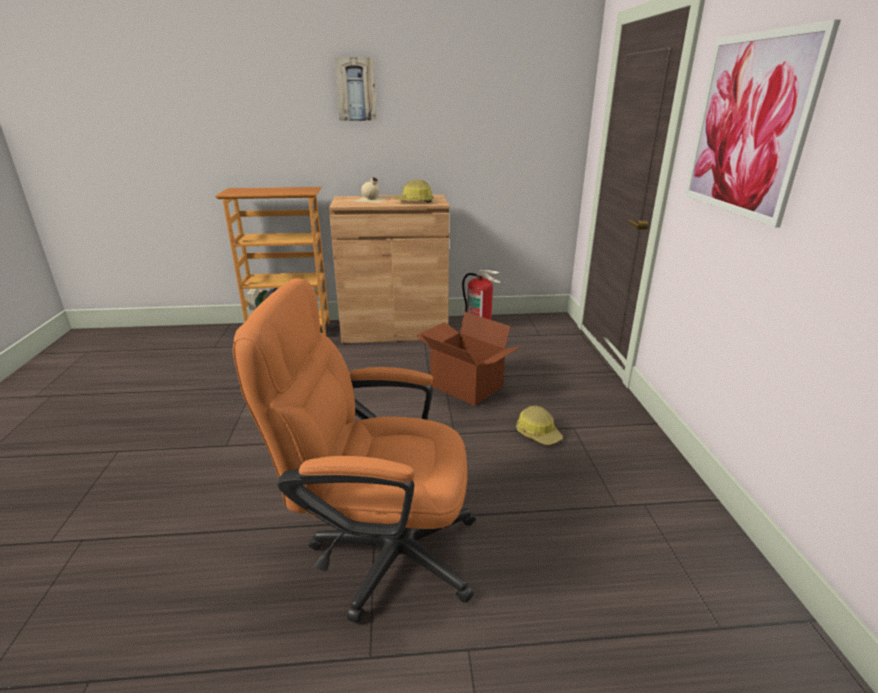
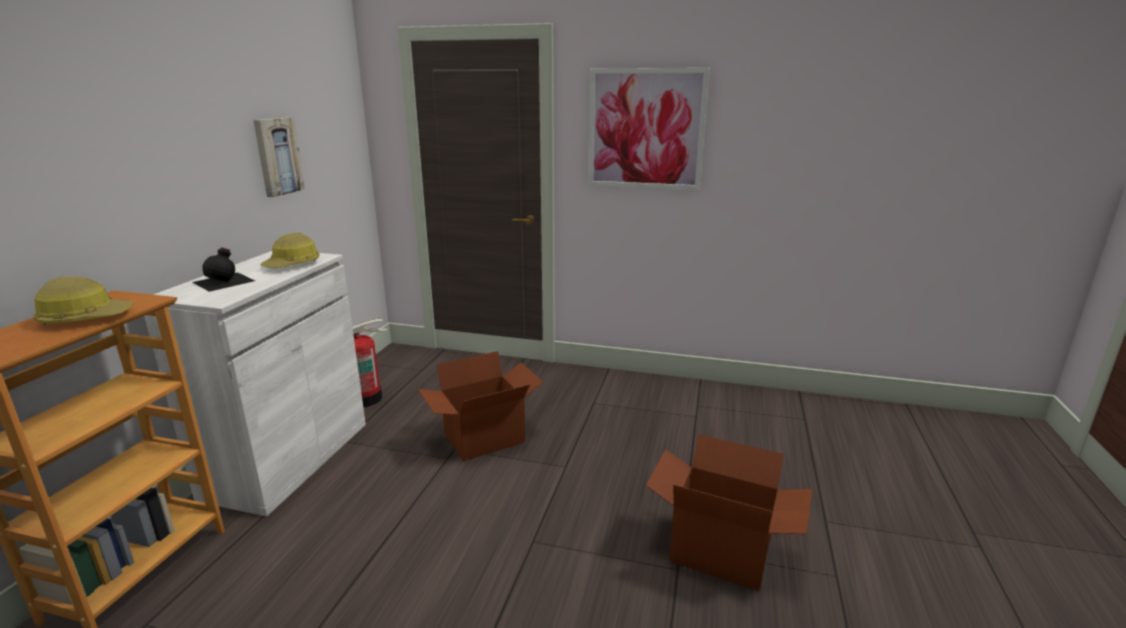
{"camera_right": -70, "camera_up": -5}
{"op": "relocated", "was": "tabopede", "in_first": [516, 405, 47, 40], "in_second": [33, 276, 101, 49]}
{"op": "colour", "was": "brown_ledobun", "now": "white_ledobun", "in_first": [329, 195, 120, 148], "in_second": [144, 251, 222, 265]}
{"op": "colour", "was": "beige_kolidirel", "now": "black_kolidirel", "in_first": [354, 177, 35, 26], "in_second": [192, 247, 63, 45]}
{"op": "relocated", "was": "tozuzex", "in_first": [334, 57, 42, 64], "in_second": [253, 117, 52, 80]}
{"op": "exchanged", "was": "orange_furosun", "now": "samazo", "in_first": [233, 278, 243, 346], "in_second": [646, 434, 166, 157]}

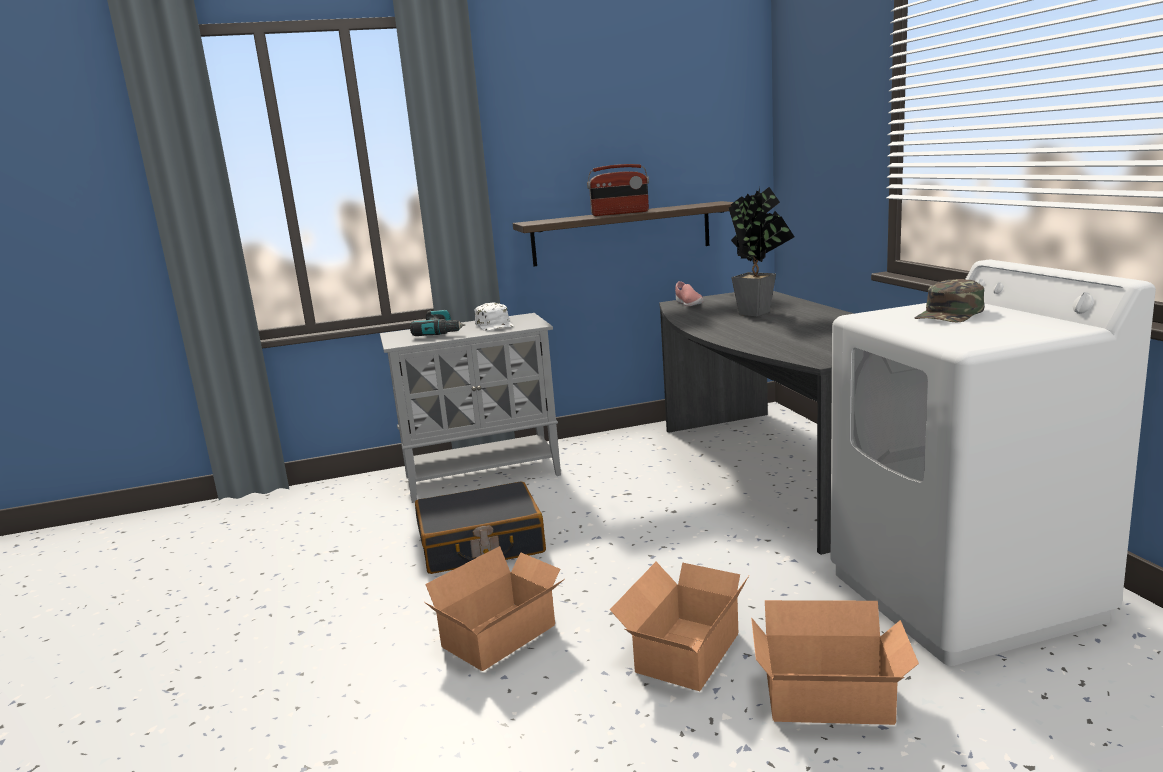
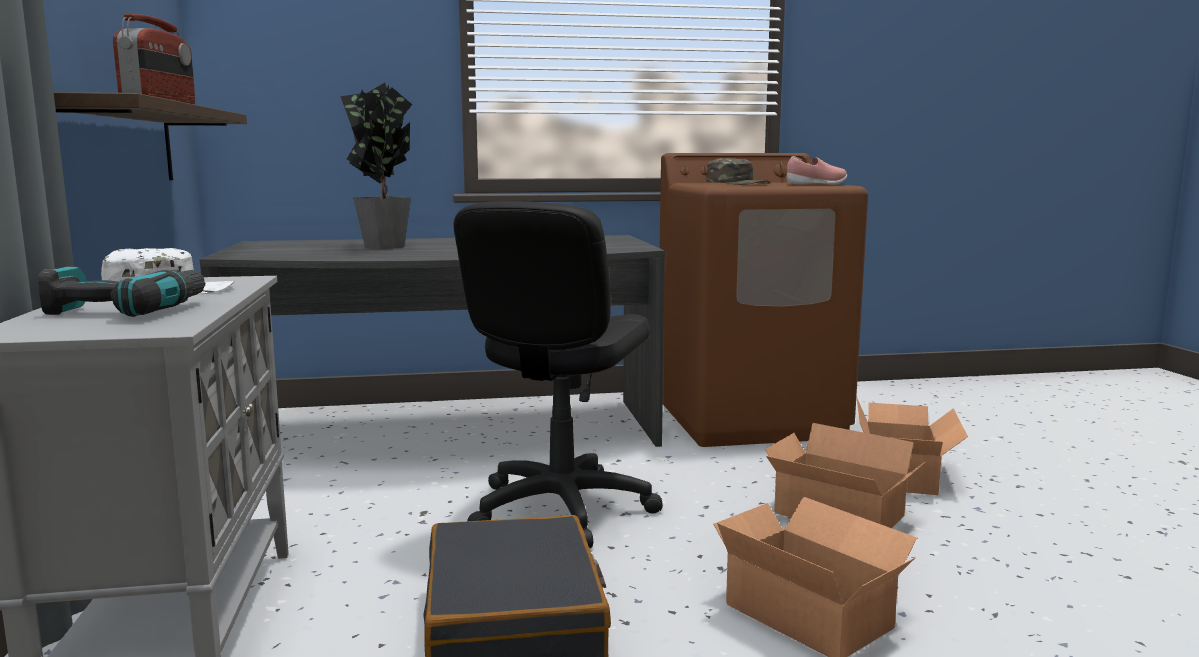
{"camera_right": -85, "camera_up": -5}
{"op": "appeared", "now": "black_furosun", "in_second": [453, 201, 210, 347]}
{"op": "colour", "was": "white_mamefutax", "now": "brown_mamefutax", "in_first": [831, 259, 325, 407], "in_second": [660, 153, 208, 294]}
{"op": "relocated", "was": "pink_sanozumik", "in_first": [675, 281, 28, 25], "in_second": [787, 156, 60, 29]}

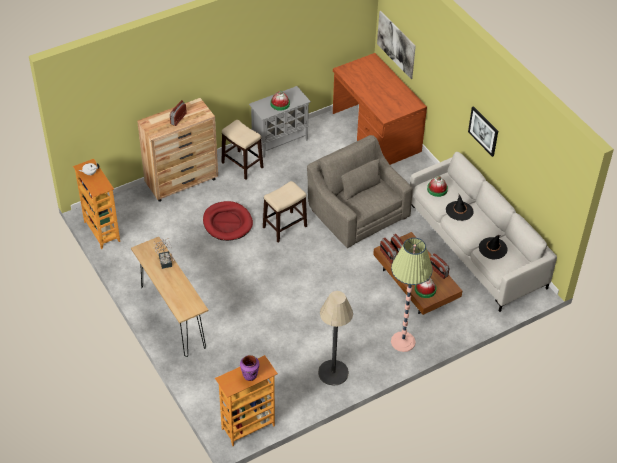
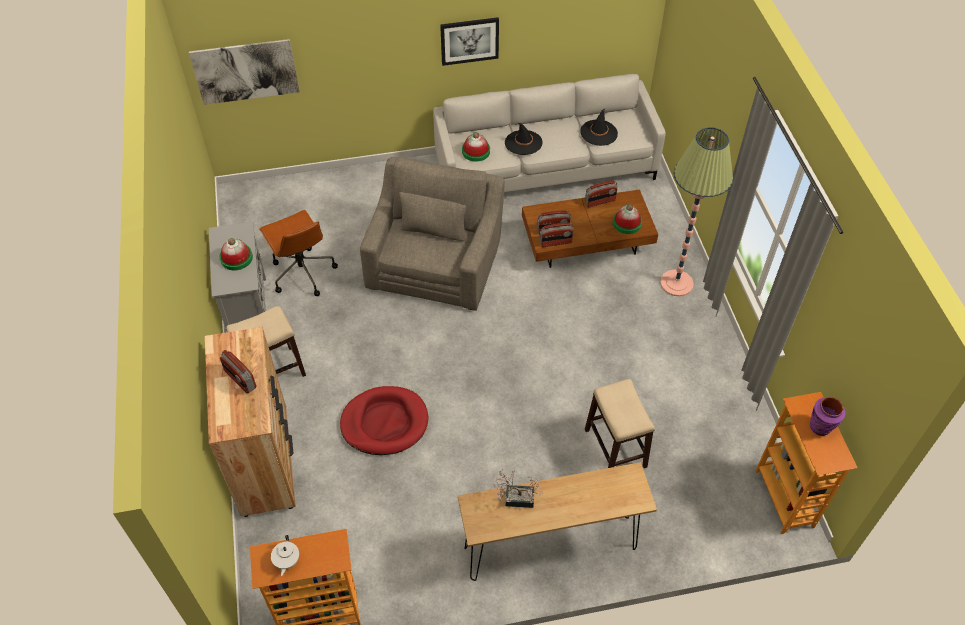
{"camera_right": -70, "camera_up": 5}
{"op": "appeared", "now": "brown_furosun", "in_second": [259, 210, 79, 86]}
{"op": "spun", "was": "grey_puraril", "in_first": [307, 135, 106, 113], "in_second": [360, 157, 145, 154], "clockwise": 120}
{"op": "relocated", "was": "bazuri", "in_first": [263, 181, 44, 61], "in_second": [585, 379, 70, 89]}
{"op": "missing", "was": "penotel", "in_first": [318, 291, 35, 95]}
{"op": "missing", "was": "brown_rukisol", "in_first": [333, 53, 94, 112]}

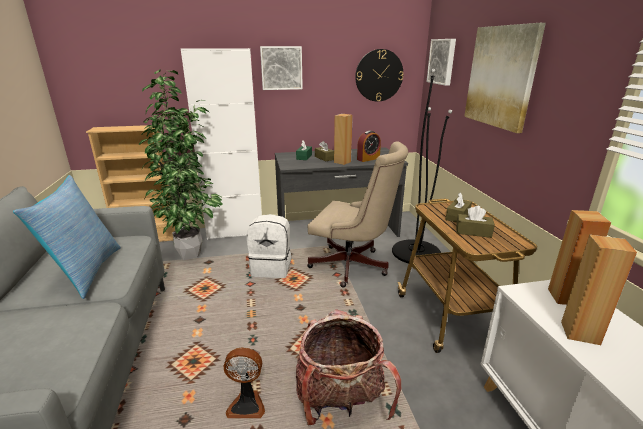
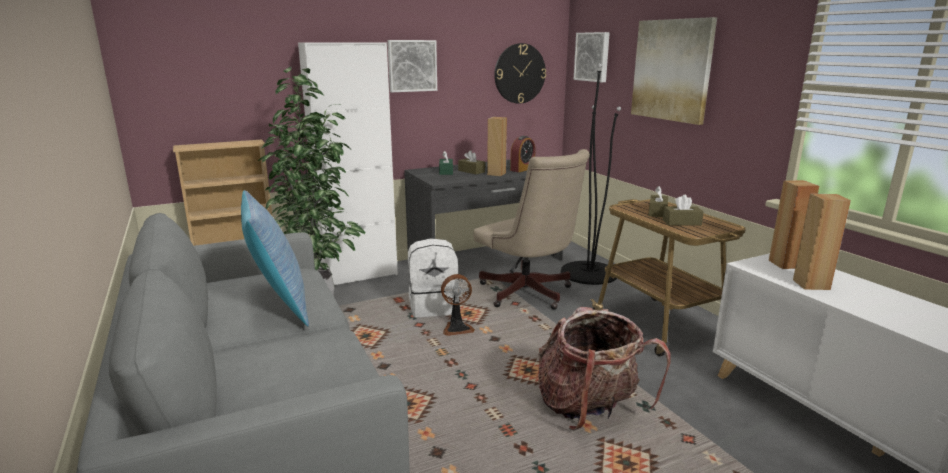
{"camera_right": -15, "camera_up": -5}
{"op": "relocated", "was": "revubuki", "in_first": [223, 348, 42, 70], "in_second": [441, 274, 34, 62]}
{"op": "spun", "was": "beige_furosun", "in_first": [307, 141, 101, 147], "in_second": [473, 149, 117, 161], "clockwise": 45}

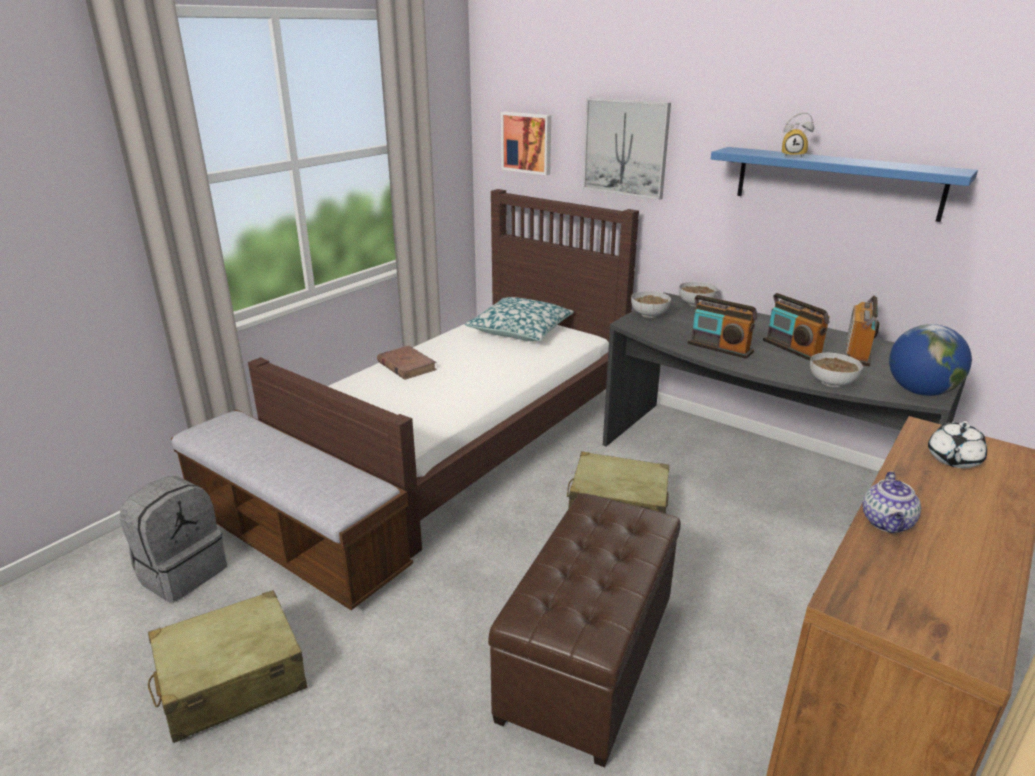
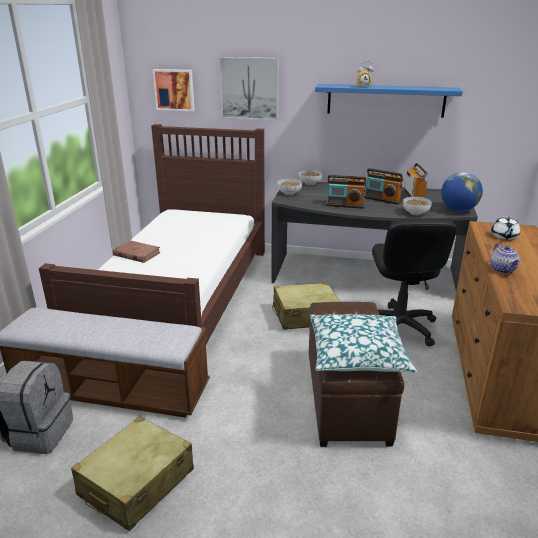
{"camera_right": -25, "camera_up": 0}
{"op": "relocated", "was": "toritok", "in_first": [465, 297, 109, 44], "in_second": [310, 314, 107, 59]}
{"op": "appeared", "now": "black_furosun", "in_second": [372, 219, 85, 127]}

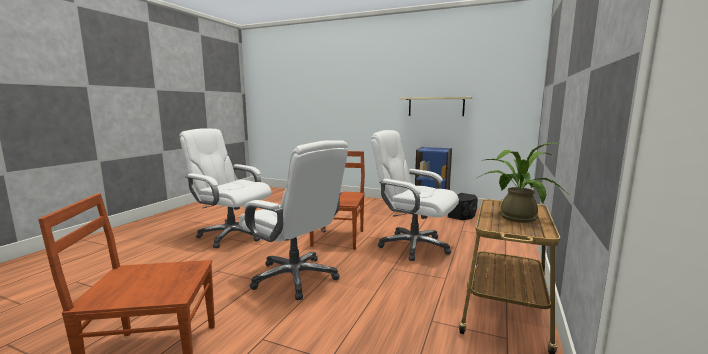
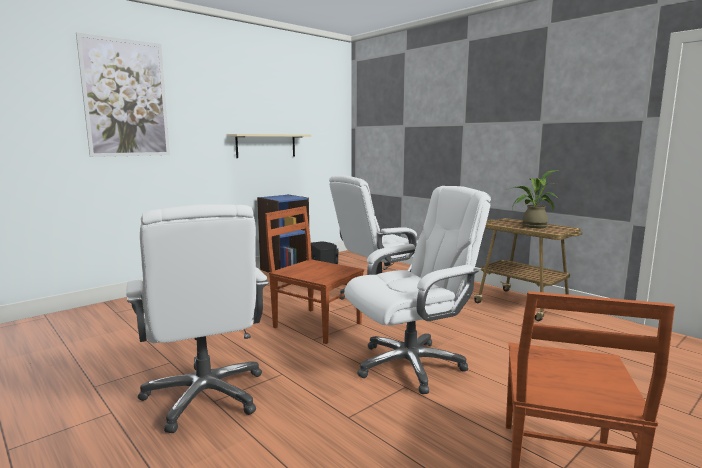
{"camera_right": -65, "camera_up": 0}
{"op": "appeared", "now": "tozuzex", "in_second": [76, 32, 94, 125]}
{"op": "spun", "was": "white_furosun", "in_first": [179, 128, 93, 120], "in_second": [126, 204, 143, 229], "clockwise": -75}

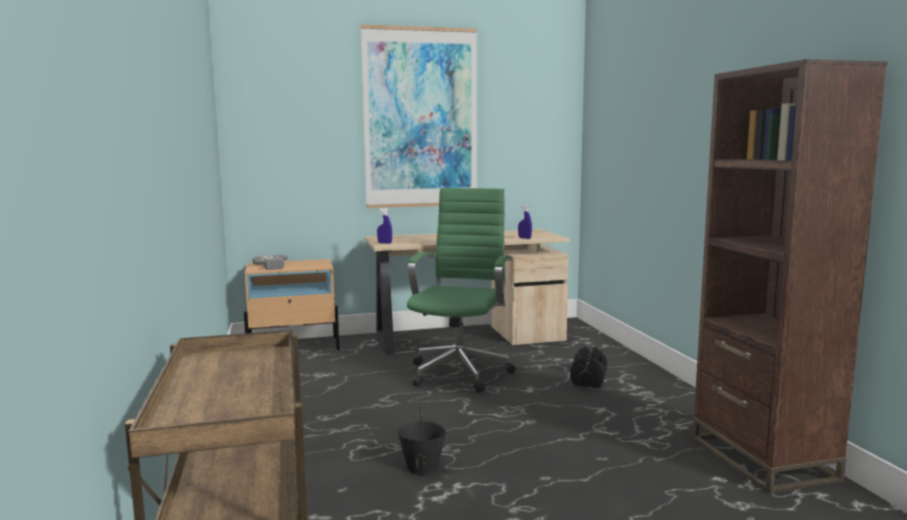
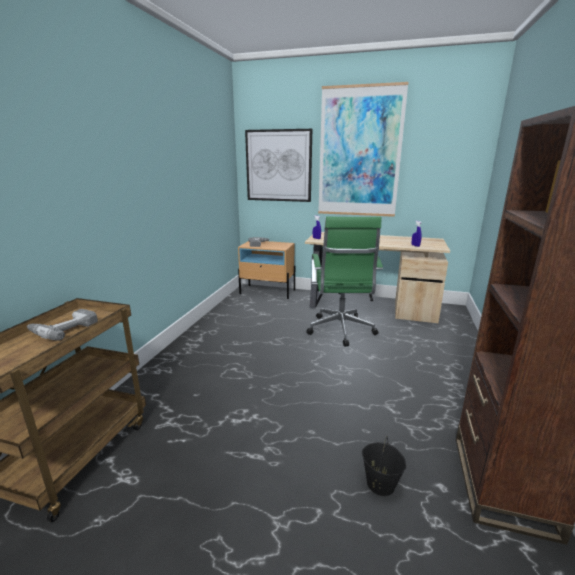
{"camera_right": 30, "camera_up": 10}
{"op": "appeared", "now": "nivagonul", "in_second": [27, 309, 71, 32]}
{"op": "appeared", "now": "tozuzex", "in_second": [245, 129, 67, 73]}
{"op": "spun", "was": "green_furosun", "in_first": [407, 188, 109, 205], "in_second": [306, 216, 77, 131], "clockwise": 135}
{"op": "relocated", "was": "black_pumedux", "in_first": [397, 405, 50, 70], "in_second": [362, 436, 44, 60]}
{"op": "missing", "was": "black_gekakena", "in_first": [570, 346, 37, 42]}

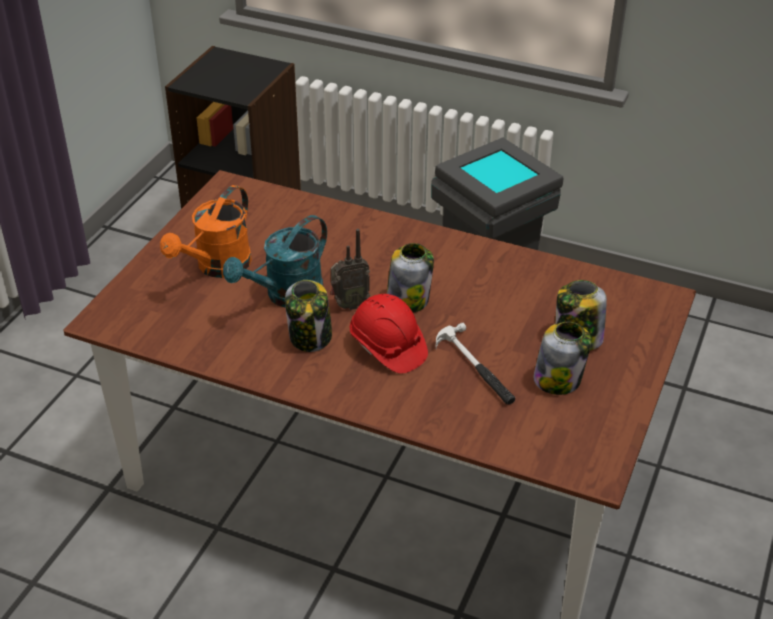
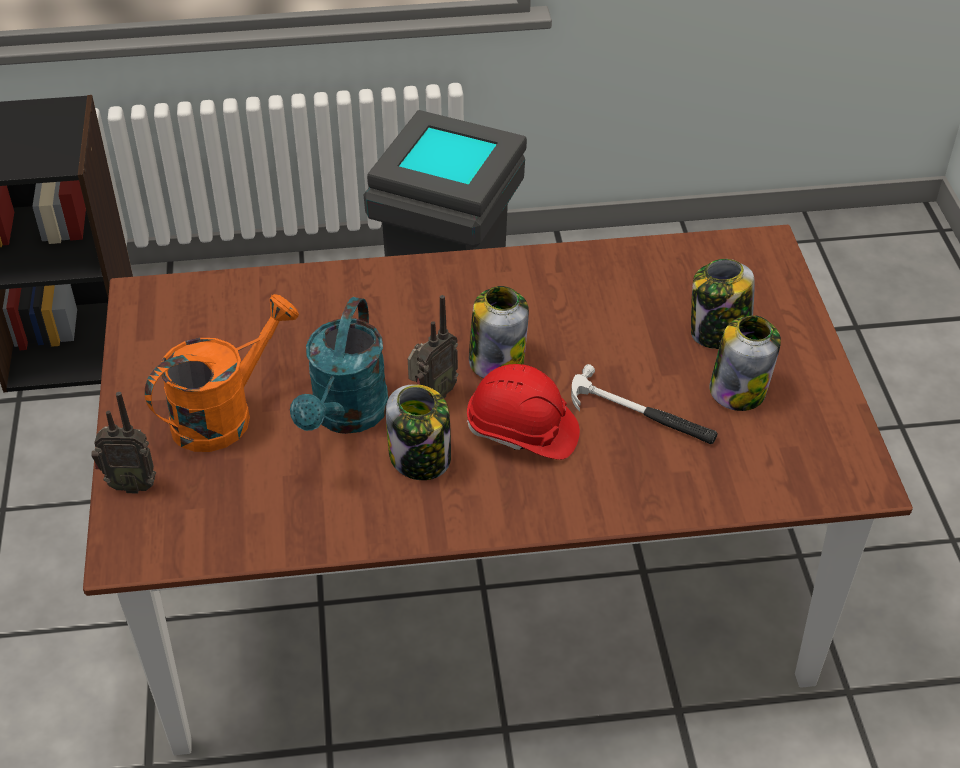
{"camera_right": -30, "camera_up": 5}
{"op": "appeared", "now": "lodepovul", "in_second": [91, 392, 65, 102]}
{"op": "spun", "was": "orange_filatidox", "in_first": [160, 185, 92, 93], "in_second": [145, 294, 154, 158], "clockwise": -135}

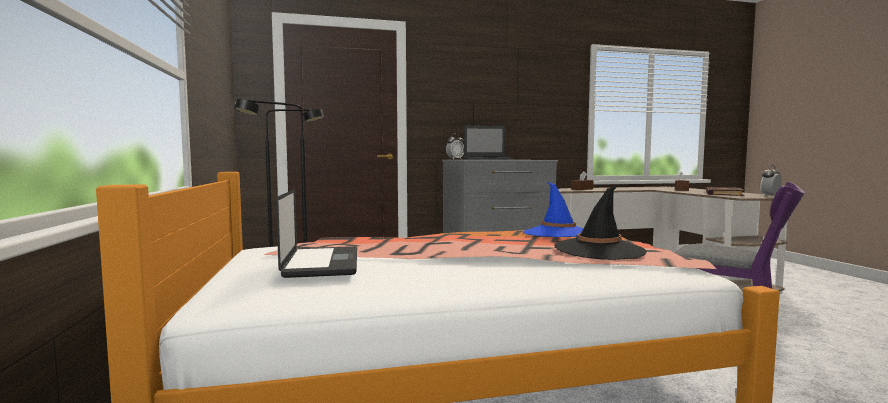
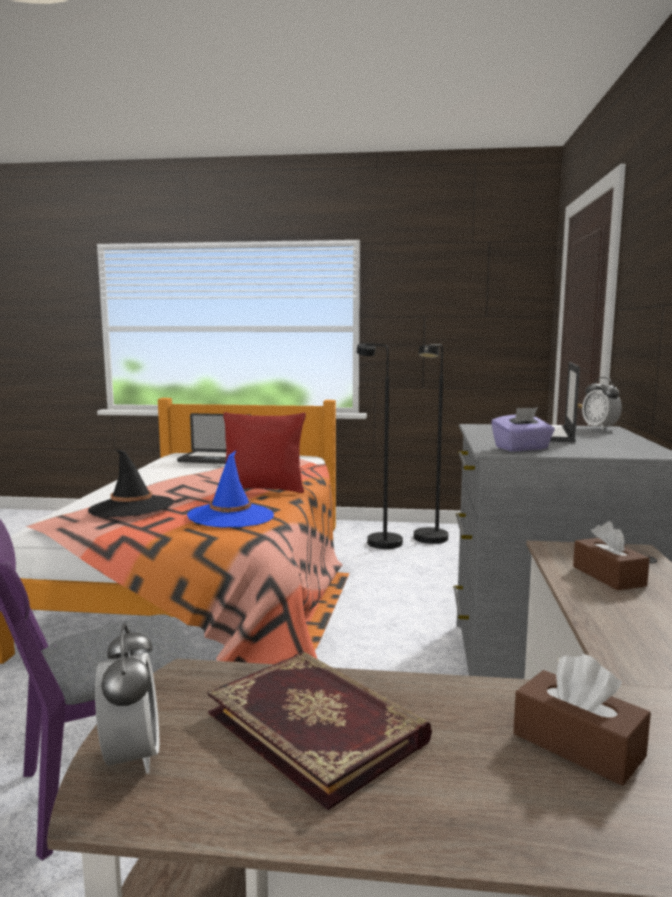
{"camera_right": 110, "camera_up": 5}
{"op": "appeared", "now": "red_toritok", "in_second": [223, 412, 83, 81]}
{"op": "appeared", "now": "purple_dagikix", "in_second": [491, 407, 64, 45]}

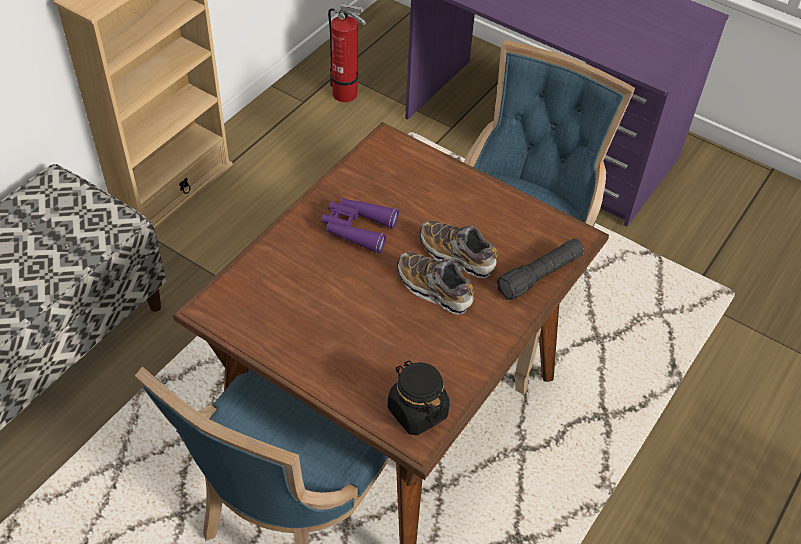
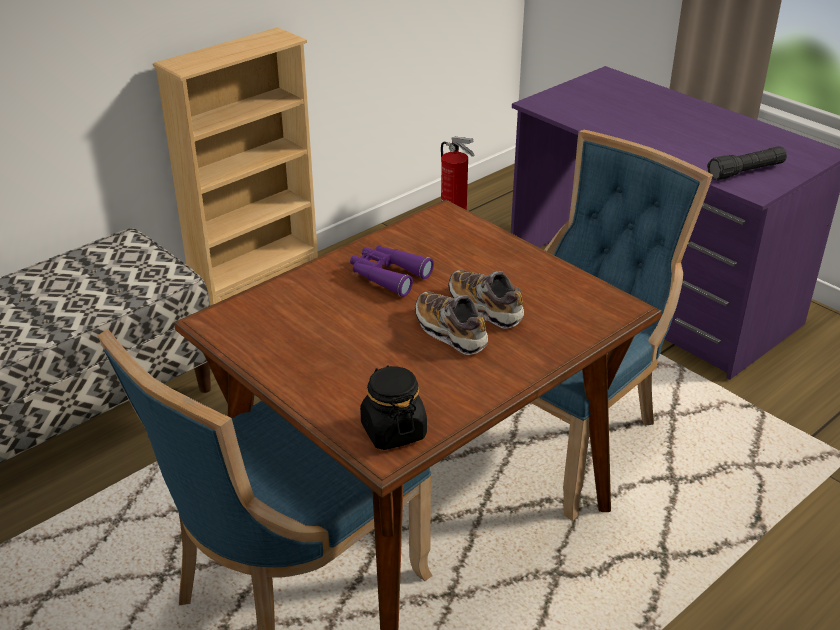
{"camera_right": 15, "camera_up": -15}
{"op": "relocated", "was": "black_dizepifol", "in_first": [497, 238, 87, 62], "in_second": [707, 146, 80, 34]}

